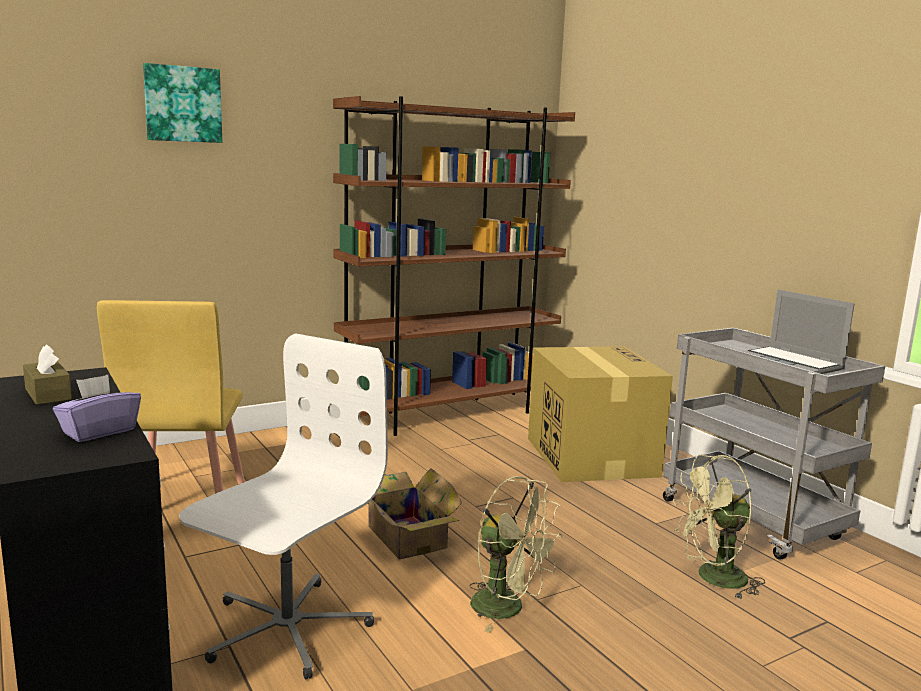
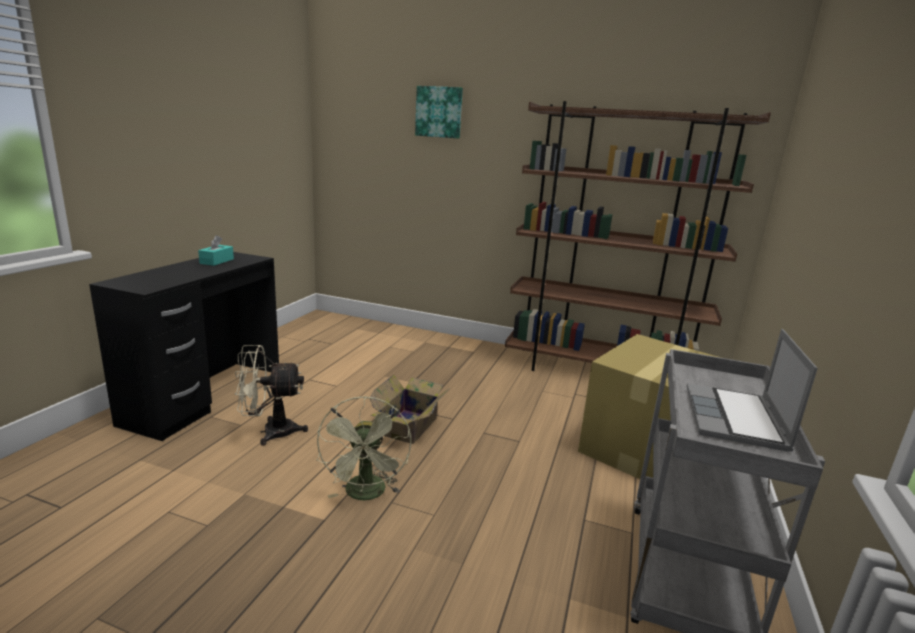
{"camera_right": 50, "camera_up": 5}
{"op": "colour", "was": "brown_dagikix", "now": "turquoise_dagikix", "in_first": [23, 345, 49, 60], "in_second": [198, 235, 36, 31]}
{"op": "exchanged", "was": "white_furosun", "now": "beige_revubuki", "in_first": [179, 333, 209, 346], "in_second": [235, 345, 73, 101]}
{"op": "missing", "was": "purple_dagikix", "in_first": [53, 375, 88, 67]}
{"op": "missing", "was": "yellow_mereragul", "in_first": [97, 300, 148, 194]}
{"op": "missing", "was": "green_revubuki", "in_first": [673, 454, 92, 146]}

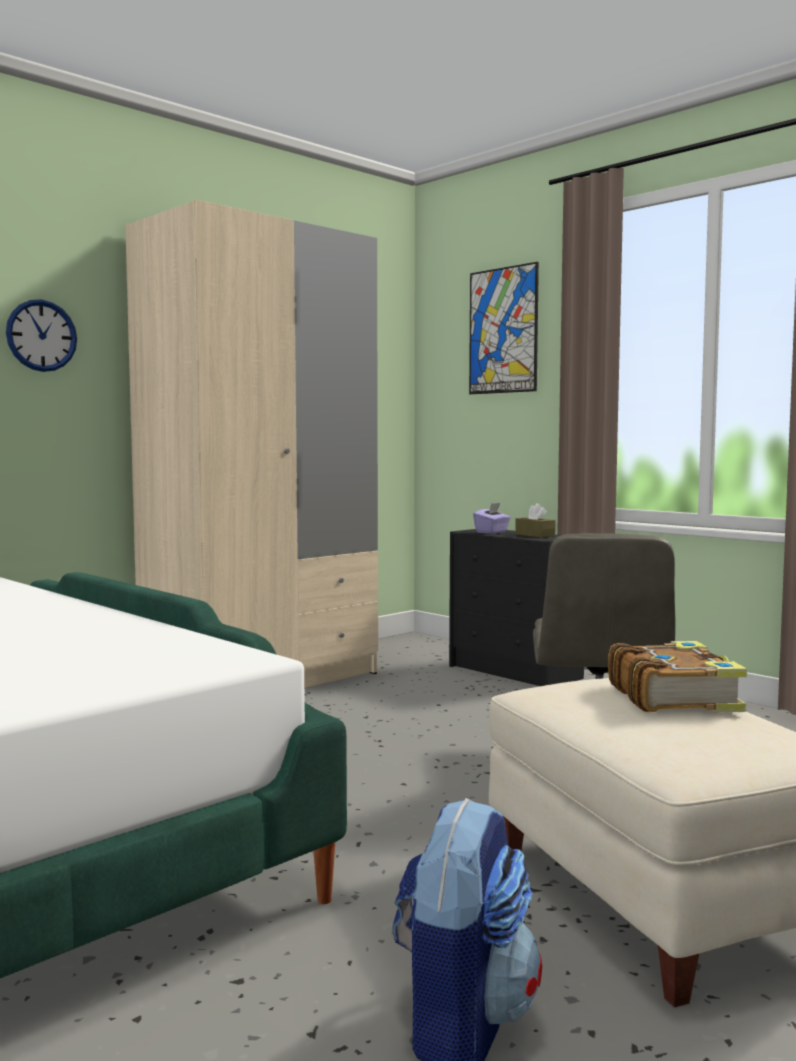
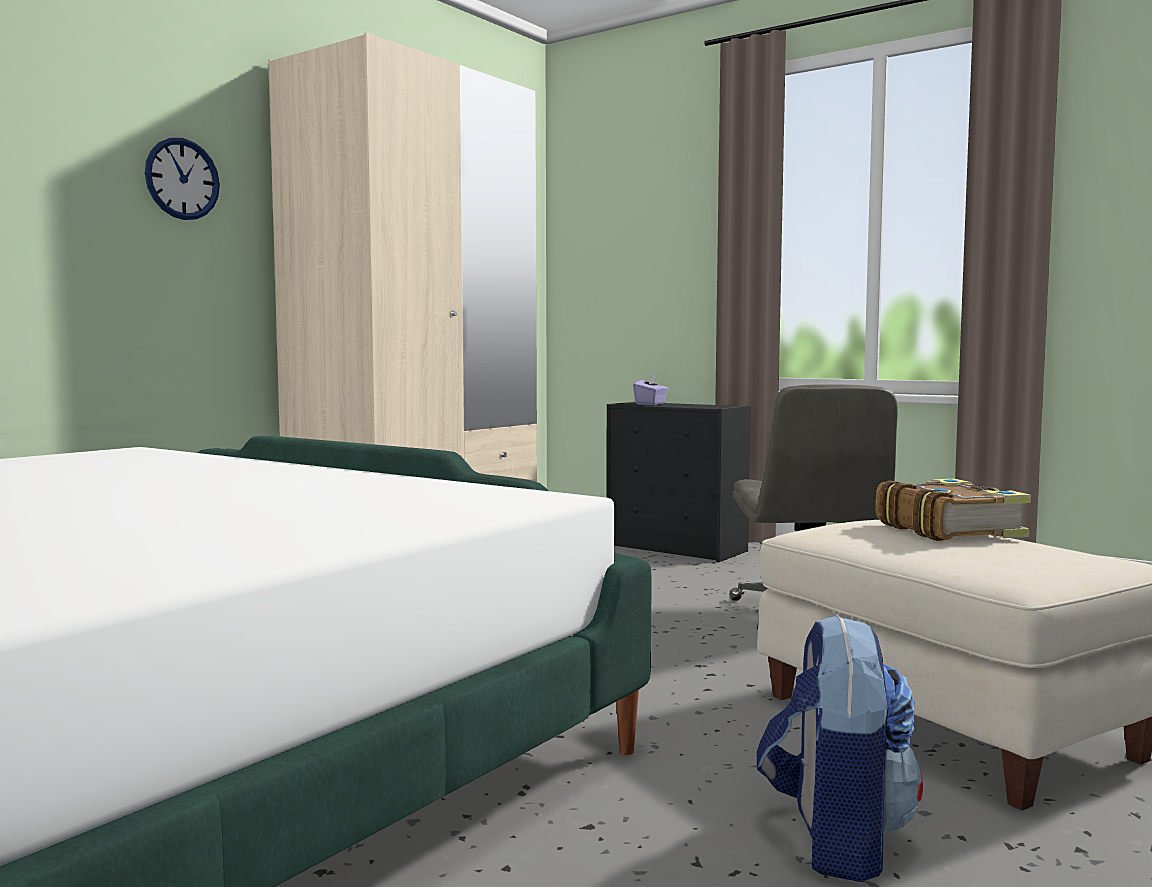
{"camera_right": -10, "camera_up": 0}
{"op": "missing", "was": "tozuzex", "in_first": [469, 262, 70, 132]}
{"op": "missing", "was": "brown_dagikix", "in_first": [515, 503, 41, 35]}

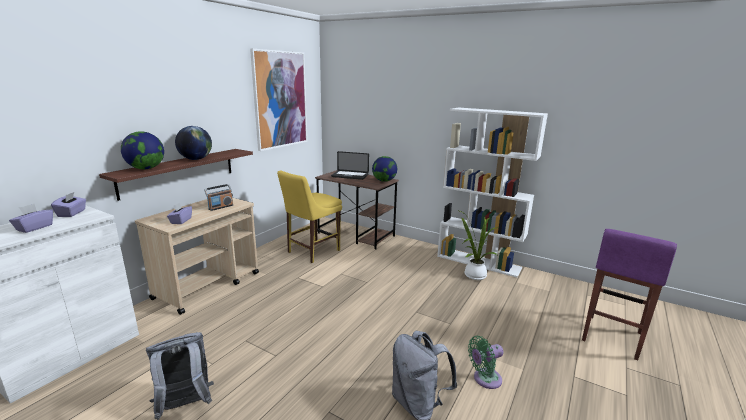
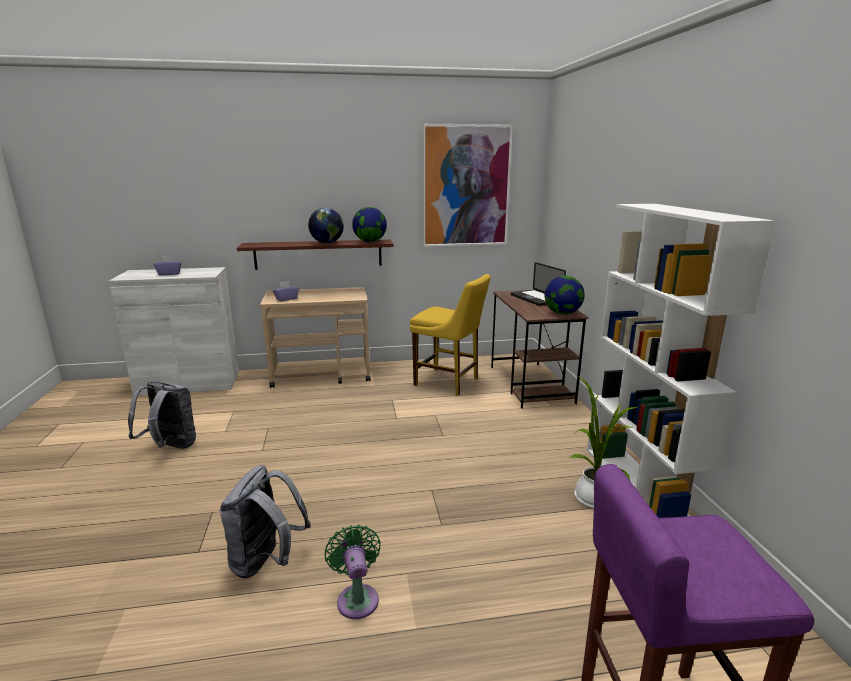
{"camera_right": 50, "camera_up": 0}
{"op": "spun", "was": "green_revubuki", "in_first": [468, 336, 36, 53], "in_second": [325, 525, 56, 94], "clockwise": 45}
{"op": "relocated", "was": "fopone", "in_first": [121, 131, 43, 38], "in_second": [352, 207, 35, 35]}
{"op": "spun", "was": "yellow_mereragul", "in_first": [277, 170, 65, 93], "in_second": [410, 274, 81, 122], "clockwise": -150}
{"op": "missing", "was": "purple_dagikix", "in_first": [51, 192, 35, 25]}
{"op": "missing", "was": "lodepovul", "in_first": [204, 184, 29, 27]}

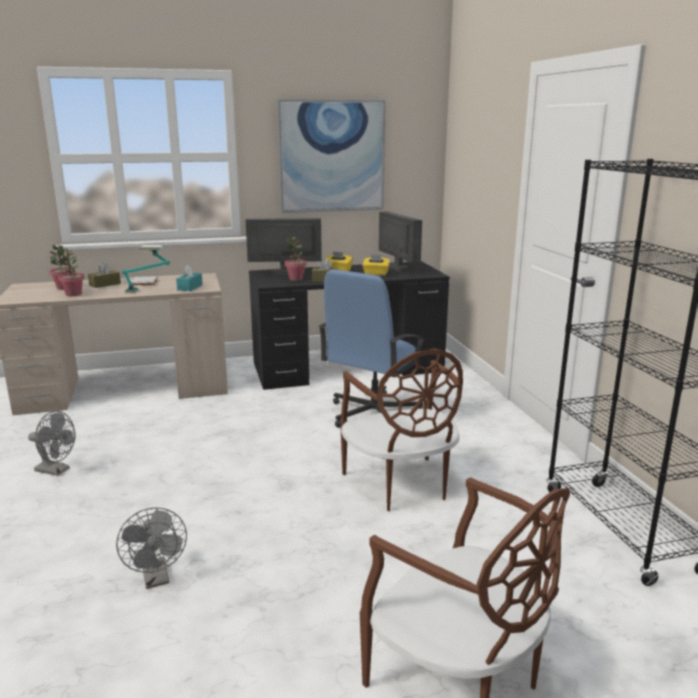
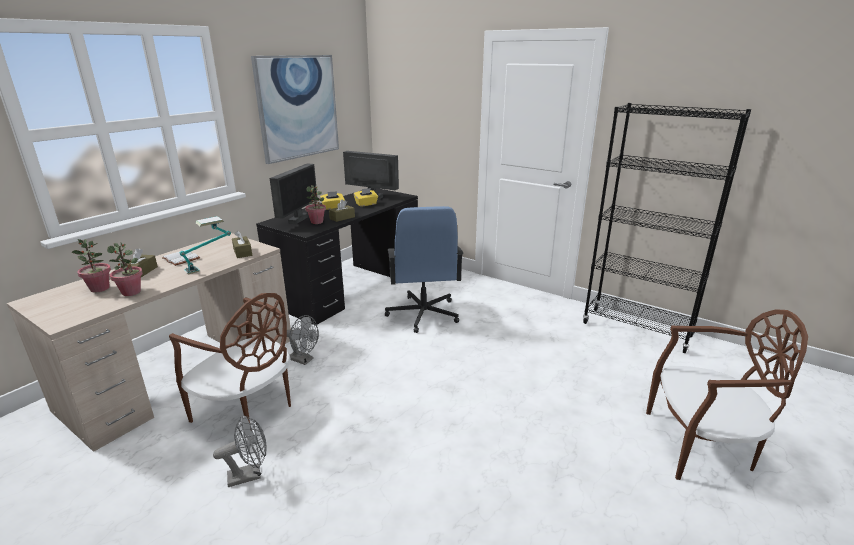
{"camera_right": -40, "camera_up": 5}
{"op": "relocated", "was": "brown_mereragul", "in_first": [340, 349, 123, 162], "in_second": [169, 293, 122, 130]}
{"op": "colour", "was": "turquoise_dagikix", "now": "brown_dagikix", "in_first": [176, 265, 27, 26], "in_second": [232, 231, 20, 27]}
{"op": "spun", "was": "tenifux", "in_first": [246, 218, 76, 57], "in_second": [270, 164, 47, 60], "clockwise": 150}
{"op": "relocated", "was": "grey_revubuki", "in_first": [116, 507, 71, 82], "in_second": [287, 315, 32, 50]}

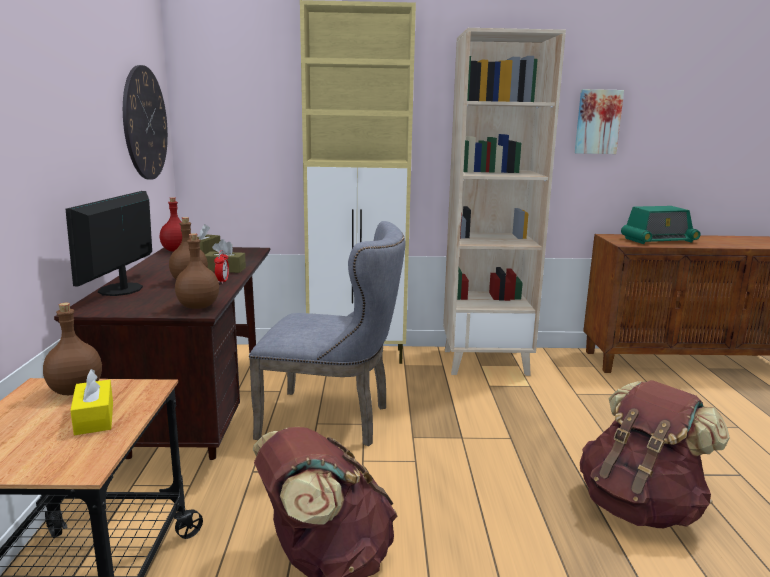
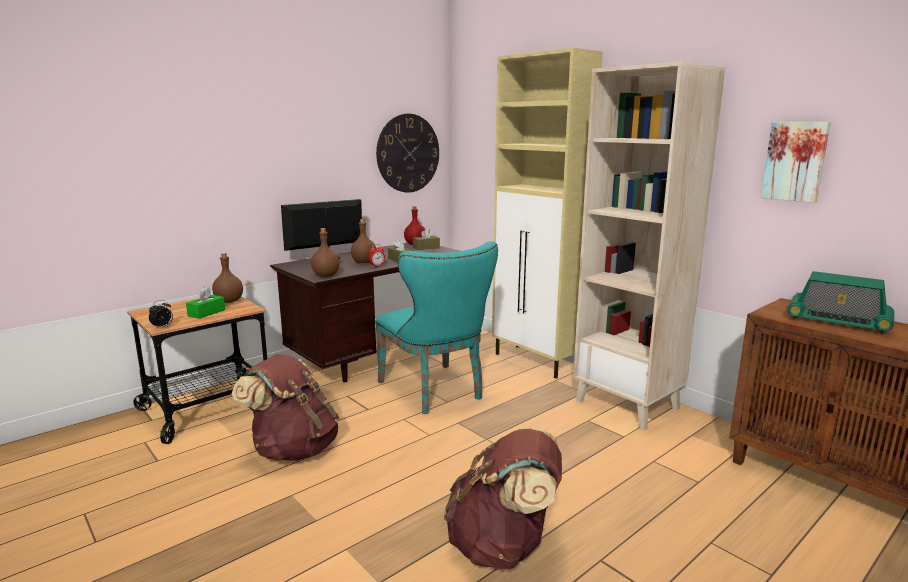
{"camera_right": 50, "camera_up": 0}
{"op": "appeared", "now": "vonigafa", "in_second": [149, 300, 24, 28]}
{"op": "colour", "was": "yellow_dagikix", "now": "green_dagikix", "in_first": [70, 369, 43, 66], "in_second": [186, 287, 39, 32]}
{"op": "colour", "was": "grey_mereragul", "now": "turquoise_mereragul", "in_first": [249, 221, 157, 225], "in_second": [375, 241, 123, 173]}

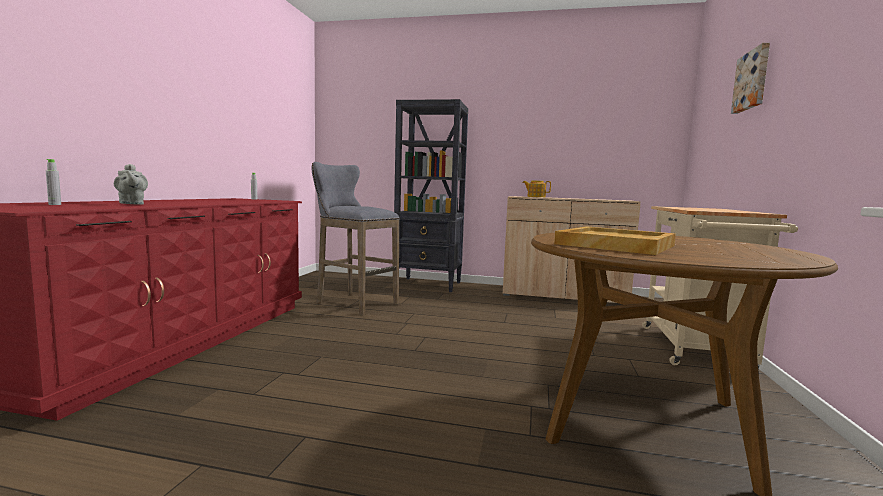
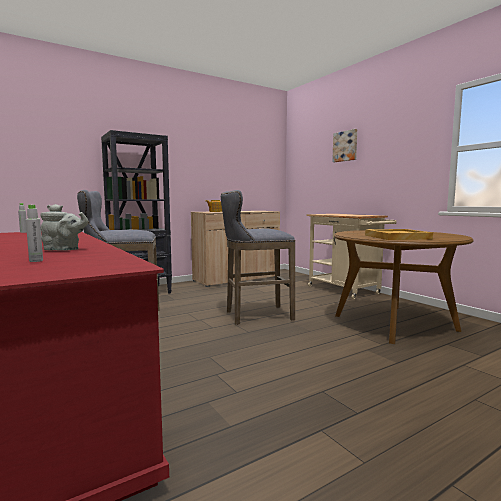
{"camera_right": -45, "camera_up": 0}
{"op": "appeared", "now": "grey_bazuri", "in_second": [221, 190, 74, 135]}

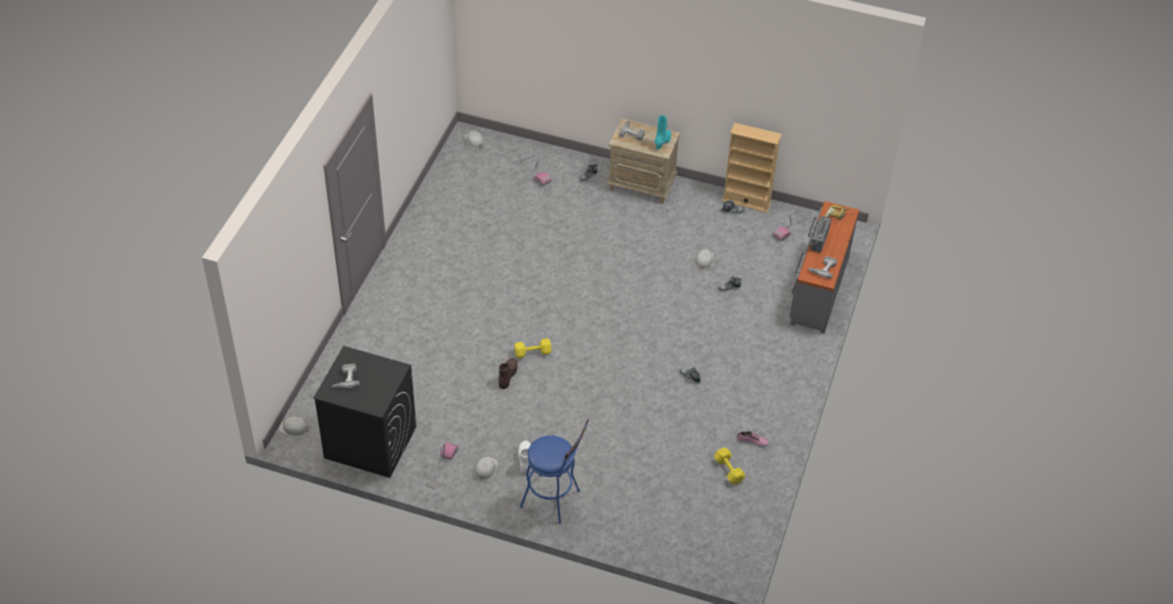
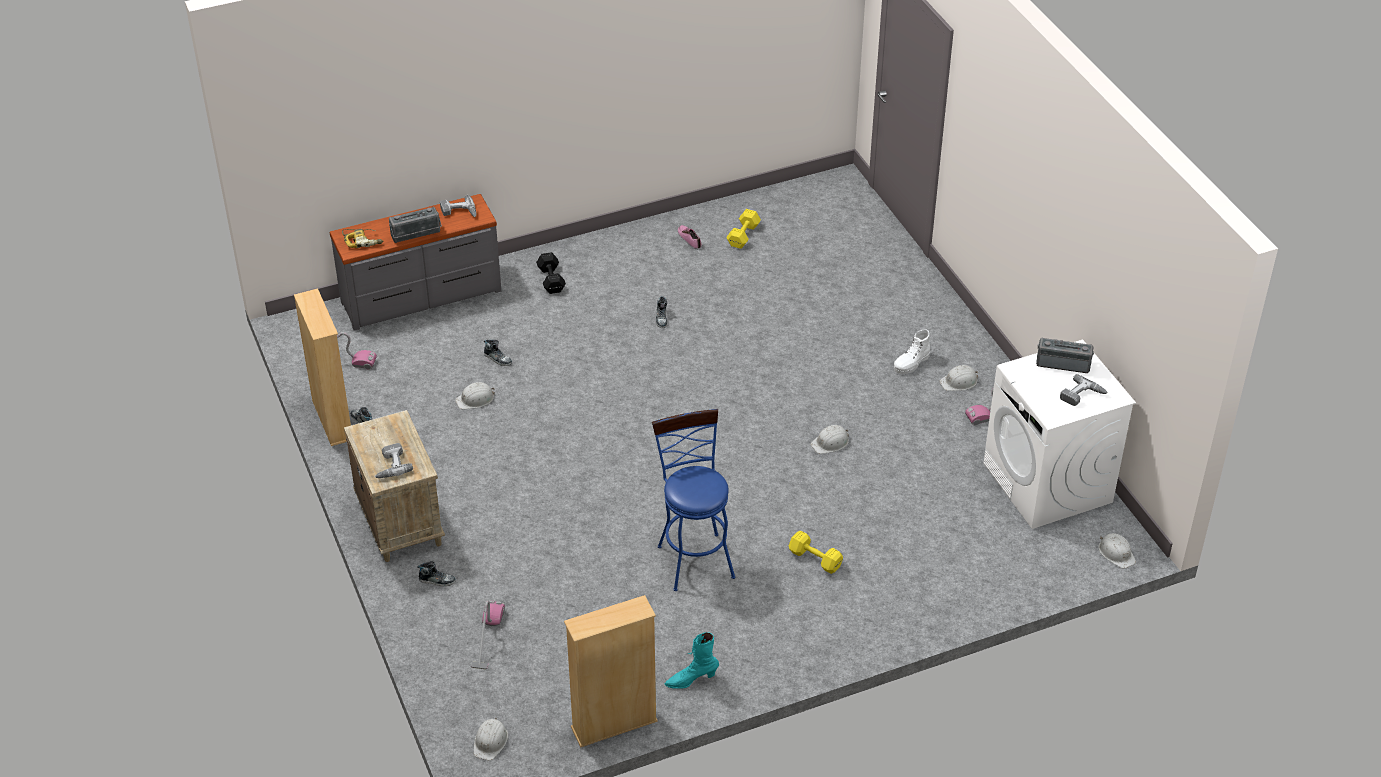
{"camera_right": -130, "camera_up": -5}
{"op": "appeared", "now": "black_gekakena", "in_second": [536, 252, 30, 42]}
{"op": "appeared", "now": "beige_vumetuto", "in_second": [564, 595, 94, 153]}
{"op": "relocated", "was": "blue_bazuri", "in_first": [520, 419, 70, 105], "in_second": [652, 409, 83, 182]}
{"op": "relocated", "was": "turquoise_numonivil", "in_first": [655, 115, 16, 35], "in_second": [665, 632, 54, 57]}
{"op": "relocated", "was": "yellow_gekakena", "in_first": [514, 338, 38, 20], "in_second": [789, 531, 54, 43]}
{"op": "exchanged", "was": "brown_numonivil", "now": "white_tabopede", "in_first": [498, 358, 20, 31], "in_second": [811, 425, 38, 29]}
{"op": "colour", "was": "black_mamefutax", "now": "white_mamefutax", "in_first": [313, 346, 103, 132], "in_second": [983, 339, 153, 190]}
{"op": "appeared", "now": "lodepovul", "in_second": [1036, 338, 58, 35]}

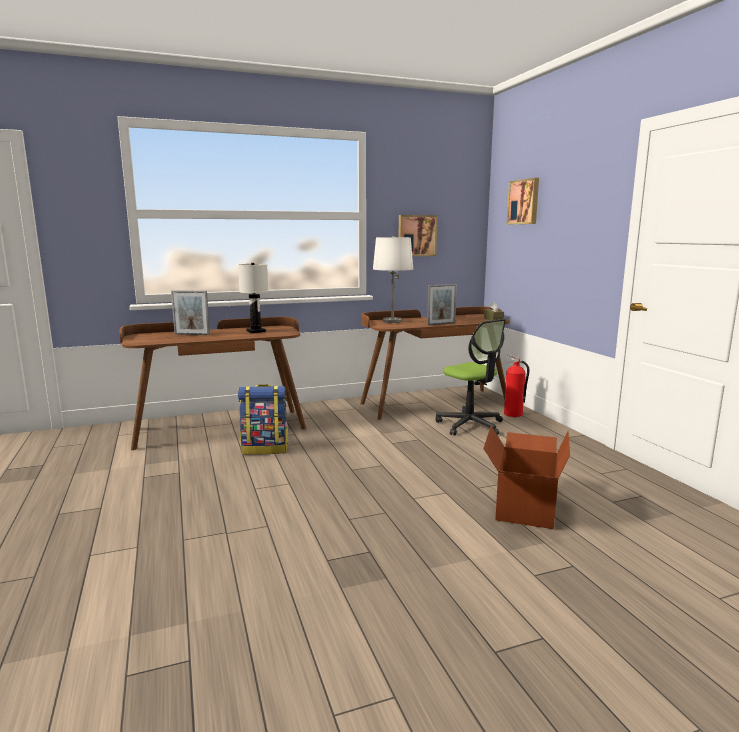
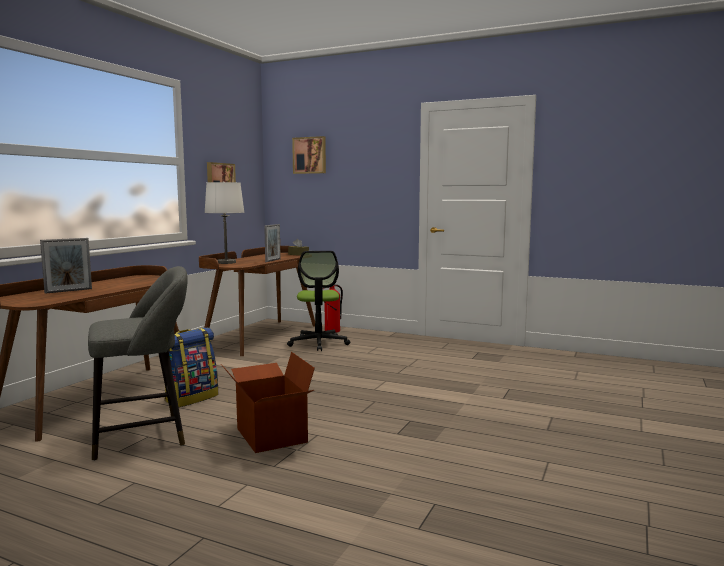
{"camera_right": -45, "camera_up": -5}
{"op": "appeared", "now": "grey_bazuri", "in_second": [88, 266, 100, 195]}
{"op": "relocated", "was": "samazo", "in_first": [483, 426, 87, 103], "in_second": [221, 352, 94, 101]}
{"op": "spun", "was": "furosun", "in_first": [435, 319, 71, 116], "in_second": [287, 251, 63, 100], "clockwise": 75}
{"op": "missing", "was": "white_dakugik", "in_first": [238, 263, 31, 70]}

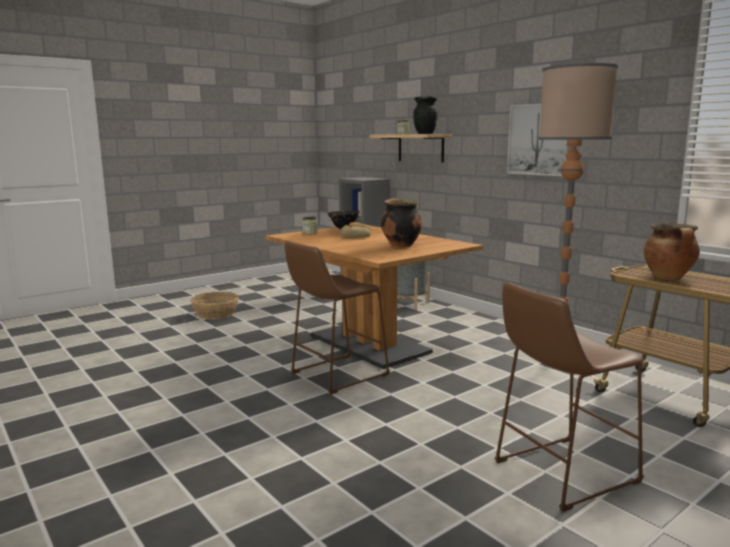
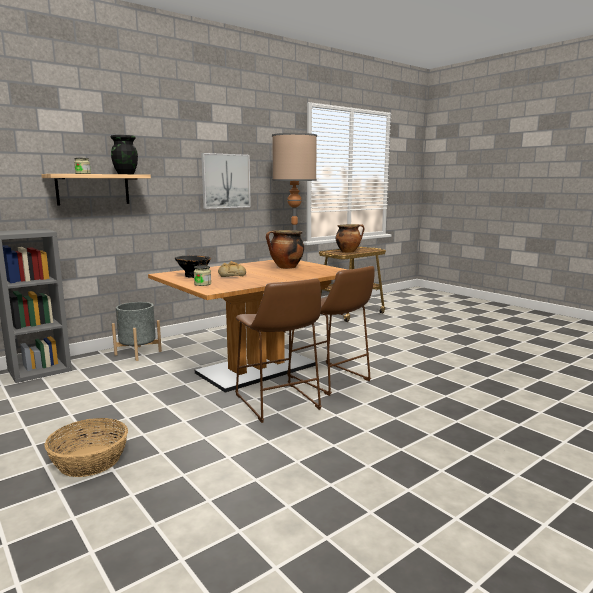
{"camera_right": -90, "camera_up": 0}
{"op": "relocated", "was": "brown_bazuri", "in_first": [495, 282, 149, 230], "in_second": [235, 278, 87, 145]}

